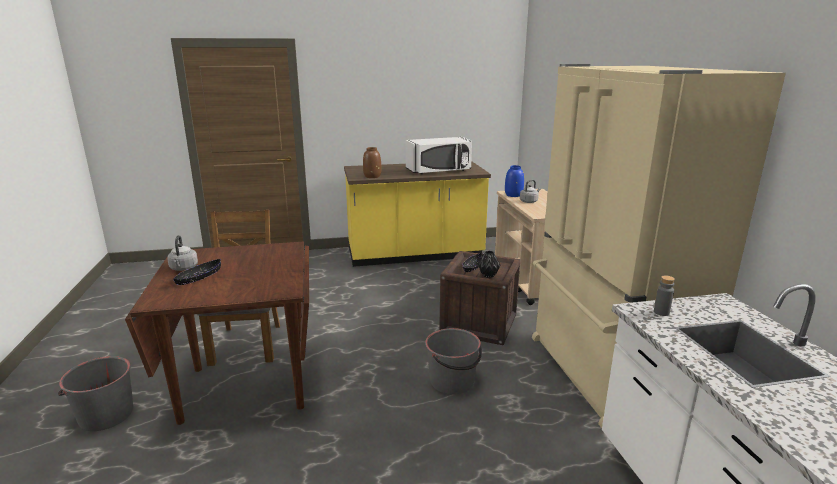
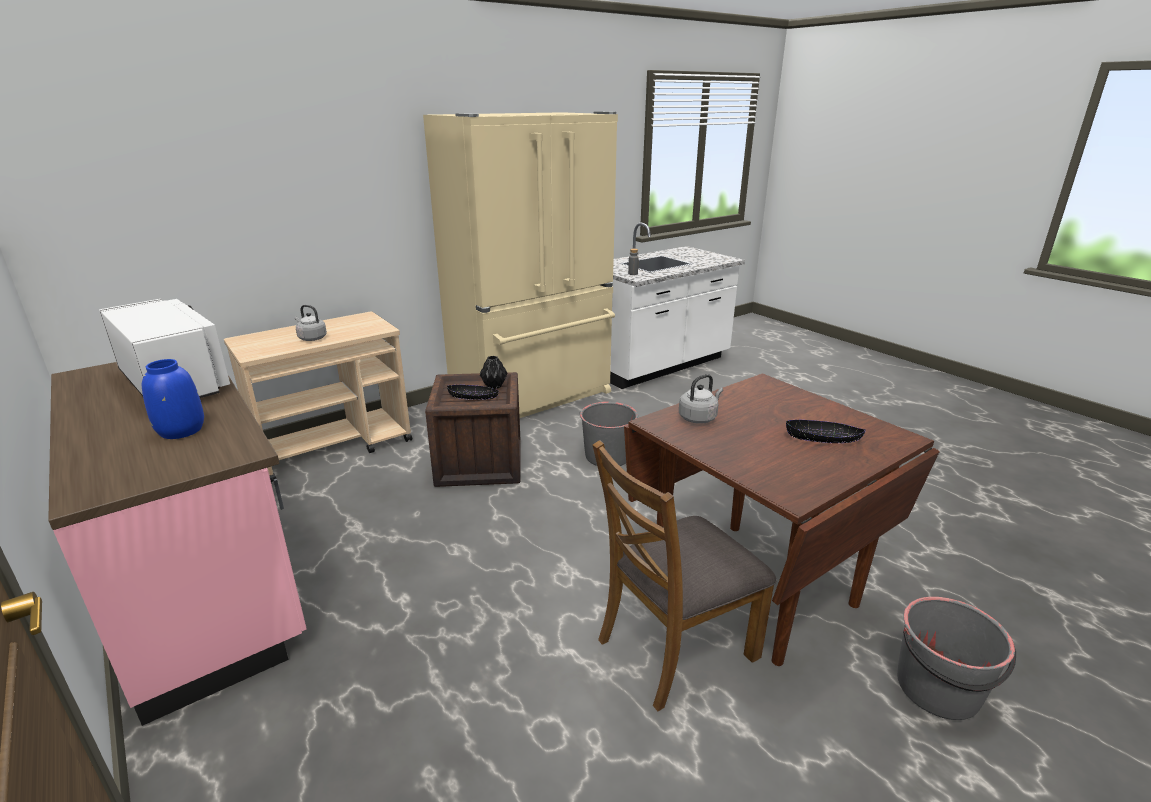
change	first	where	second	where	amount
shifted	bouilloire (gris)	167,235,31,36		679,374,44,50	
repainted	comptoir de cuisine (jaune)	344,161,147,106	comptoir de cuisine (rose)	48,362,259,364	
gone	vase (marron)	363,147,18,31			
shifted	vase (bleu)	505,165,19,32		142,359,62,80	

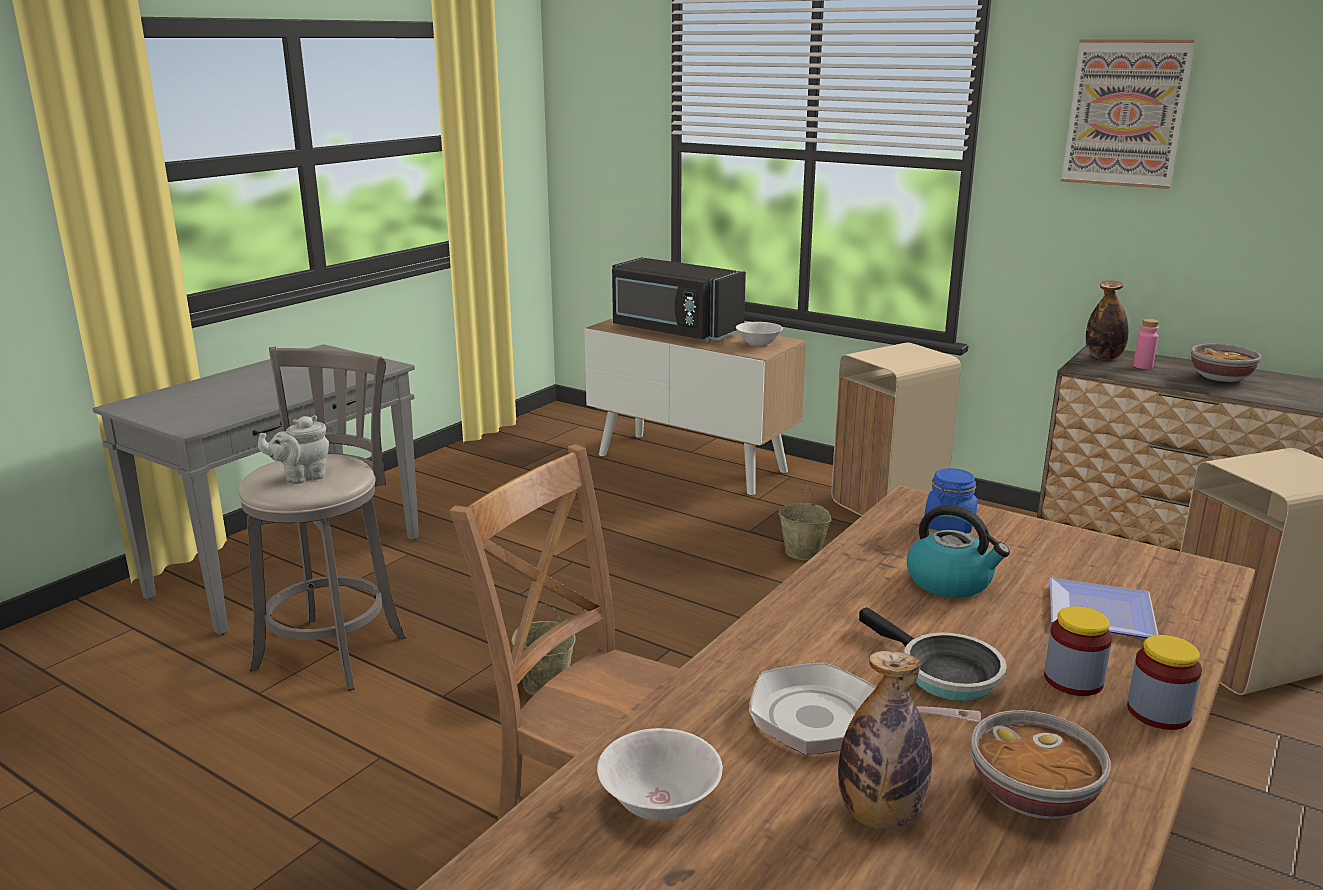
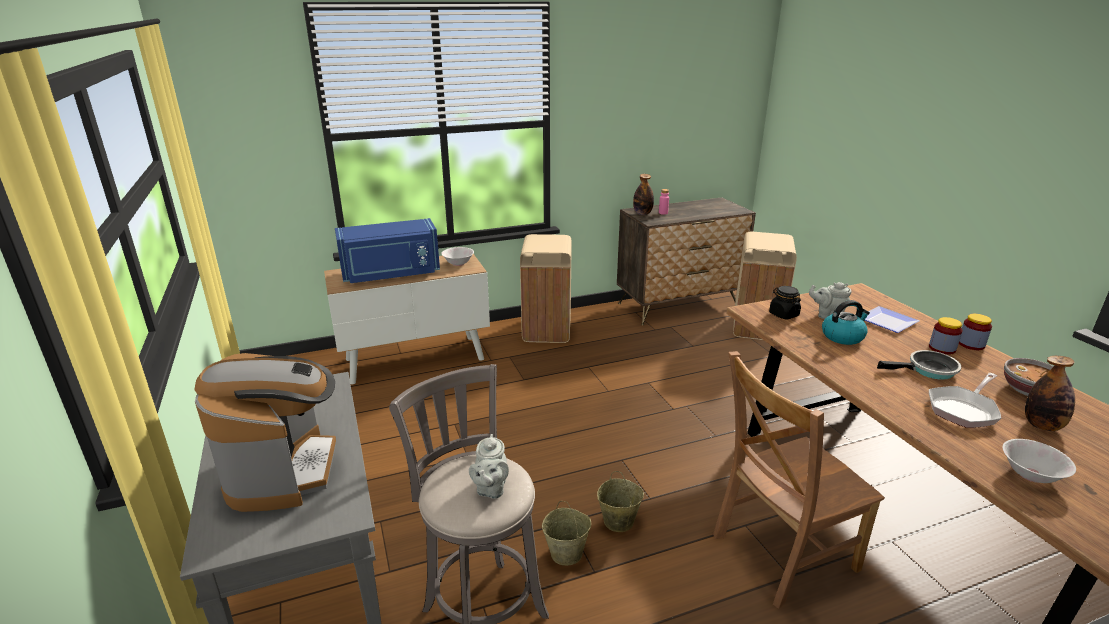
change	first	where	second	where	amount
repainted	micro-ondes (noir)	612,257,134,85	micro-ondes (bleu)	335,218,105,65	
shifted	seau (beige)	779,485,53,75		542,501,49,65	
repainted	bocal (bleu)	925,468,53,66	bocal (noir)	769,286,32,33	
gone	tableau	1061,40,134,149			
gone	bol	1191,344,70,38			
new			machine à café	195,353,141,159	
new			théière (gris)	809,282,42,37	

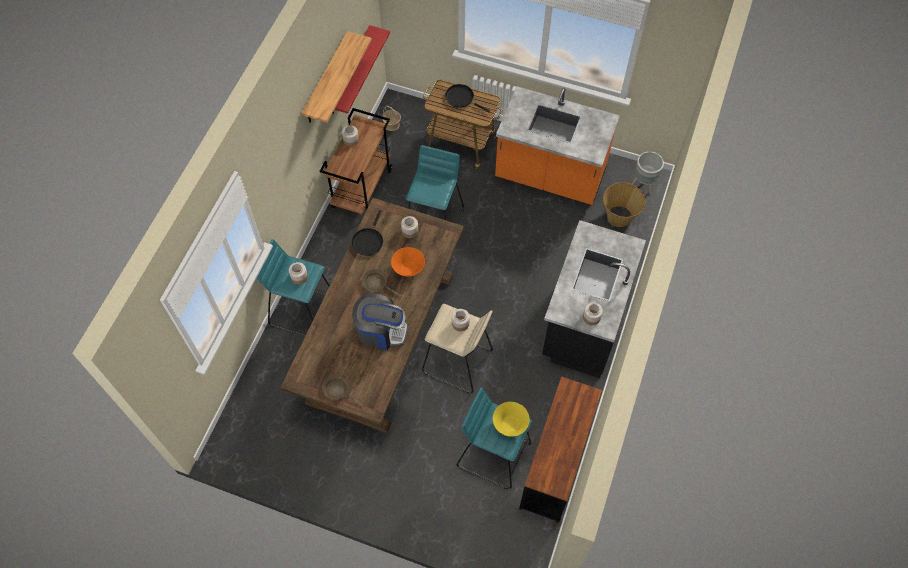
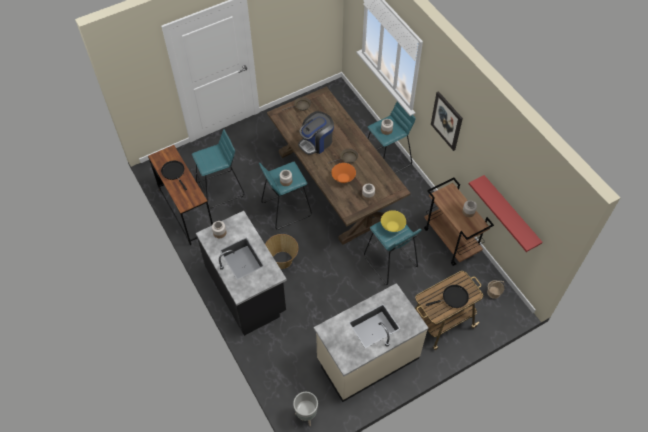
change	first	where	second	where	amount
gone	étagère	302,31,70,92			
shifted	poêle (noir)	352,210,31,46		161,160,26,30	
repainted	tabouret (beige)	422,304,71,90	tabouret (turquoise)	259,162,53,68	
shifted	bol (jaune)	493,402,37,35		381,210,25,22	
repainted	comptoir de cuisine (orange)	495,86,125,119	comptoir de cuisine (beige)	314,283,114,119	
shifted	panier	603,182,42,45		265,234,33,35	
new			tableau	431,91,32,60	

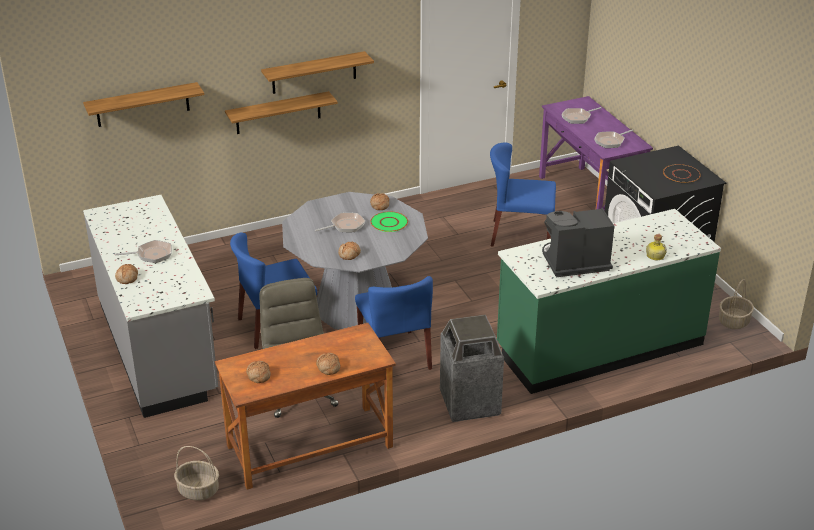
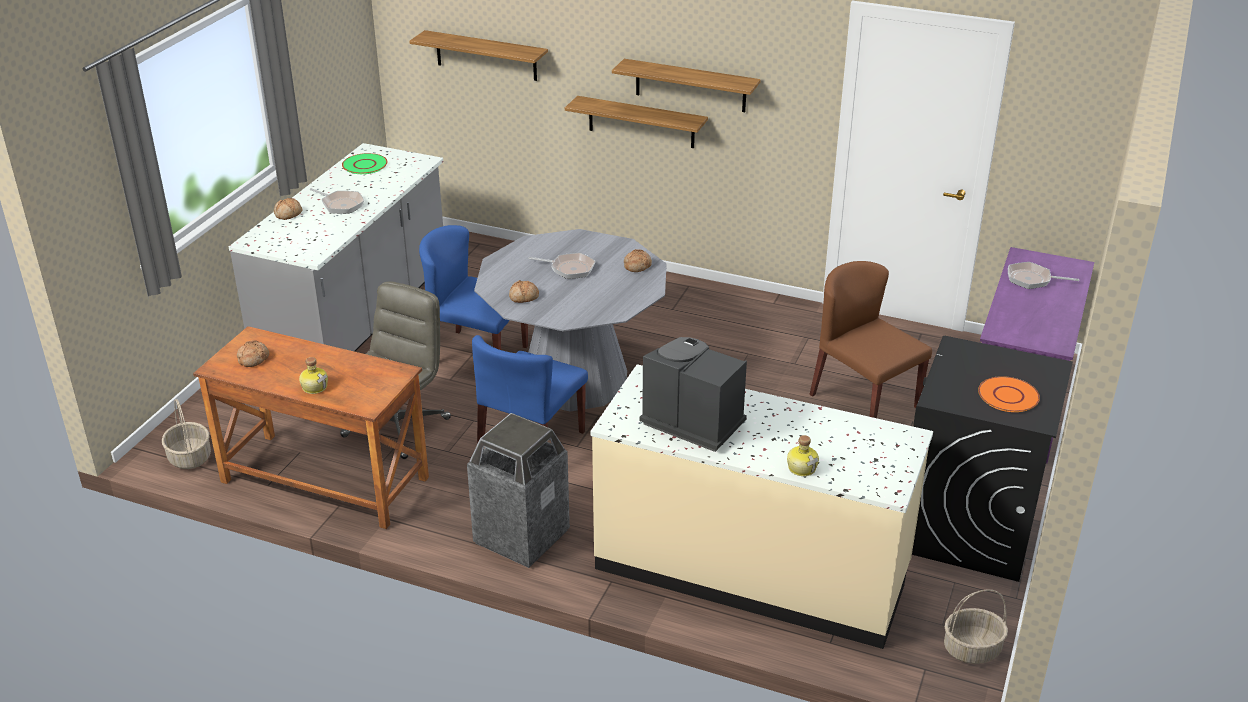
change	first	where	second	where	amount
swapped	pain	316,353,24,22	bouteille	299,357,29,37	
shifted	assiette (vert)	370,212,38,20		342,153,46,21	
repainted	chaise (bleu)	490,142,66,104	chaise (marron)	809,261,123,157	
repainted	comptoir de cuisine (vert)	497,209,224,185	comptoir de cuisine (beige)	590,364,343,285	
gone	poêle	594,129,39,19			
repainted	assiette (noir)	663,164,38,19	assiette (orange)	978,376,62,36	

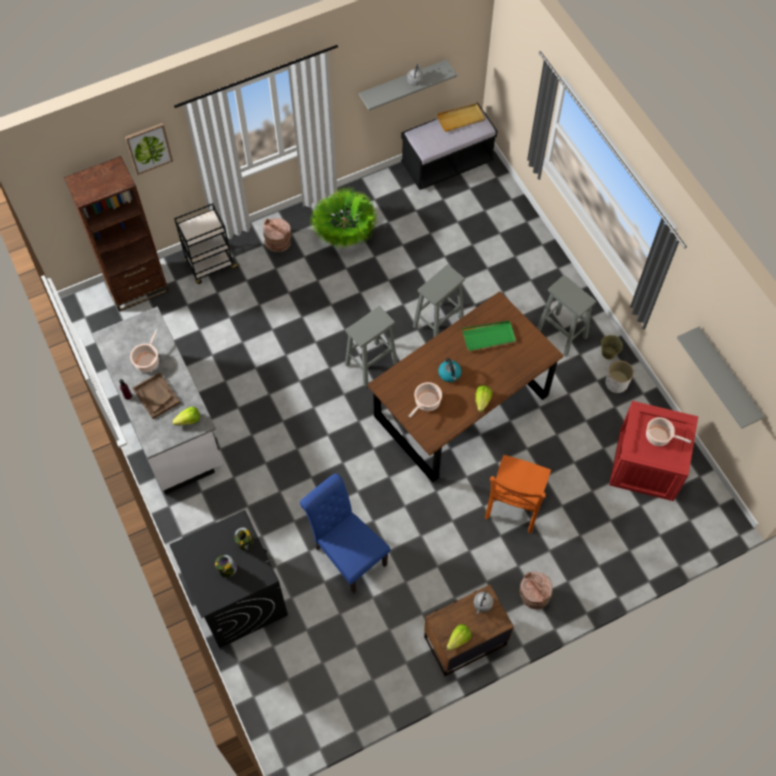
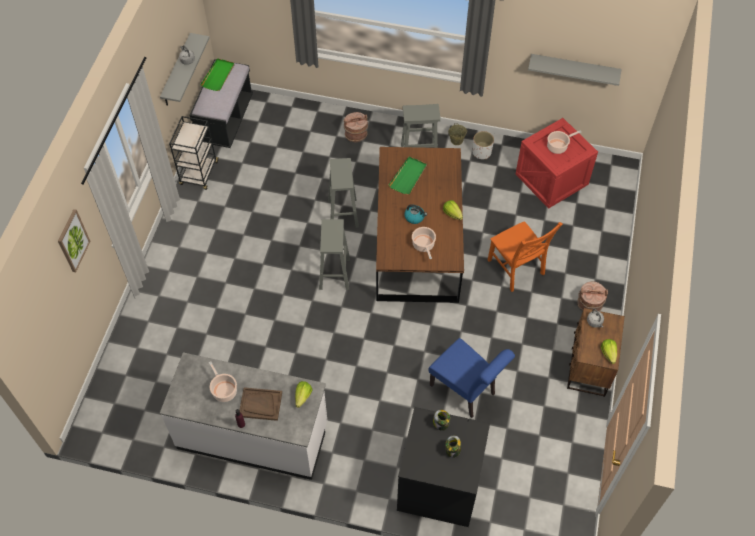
change	first	where	second	where	amount
gone	bibliothèque (marron)	64,156,105,156			
shifted	chariot (noir)	174,203,66,81		169,116,49,74	
shifted	seau (marron)	263,218,28,34		344,112,24,30	
rotated	chaise (bleu)	300,473,91,121		428,338,87,80	135 degrees counterclockwise
gone	plante en pot	310,186,69,63			
repainted	plateau (beige)	437,103,48,29	plateau (vert)	200,58,34,33	

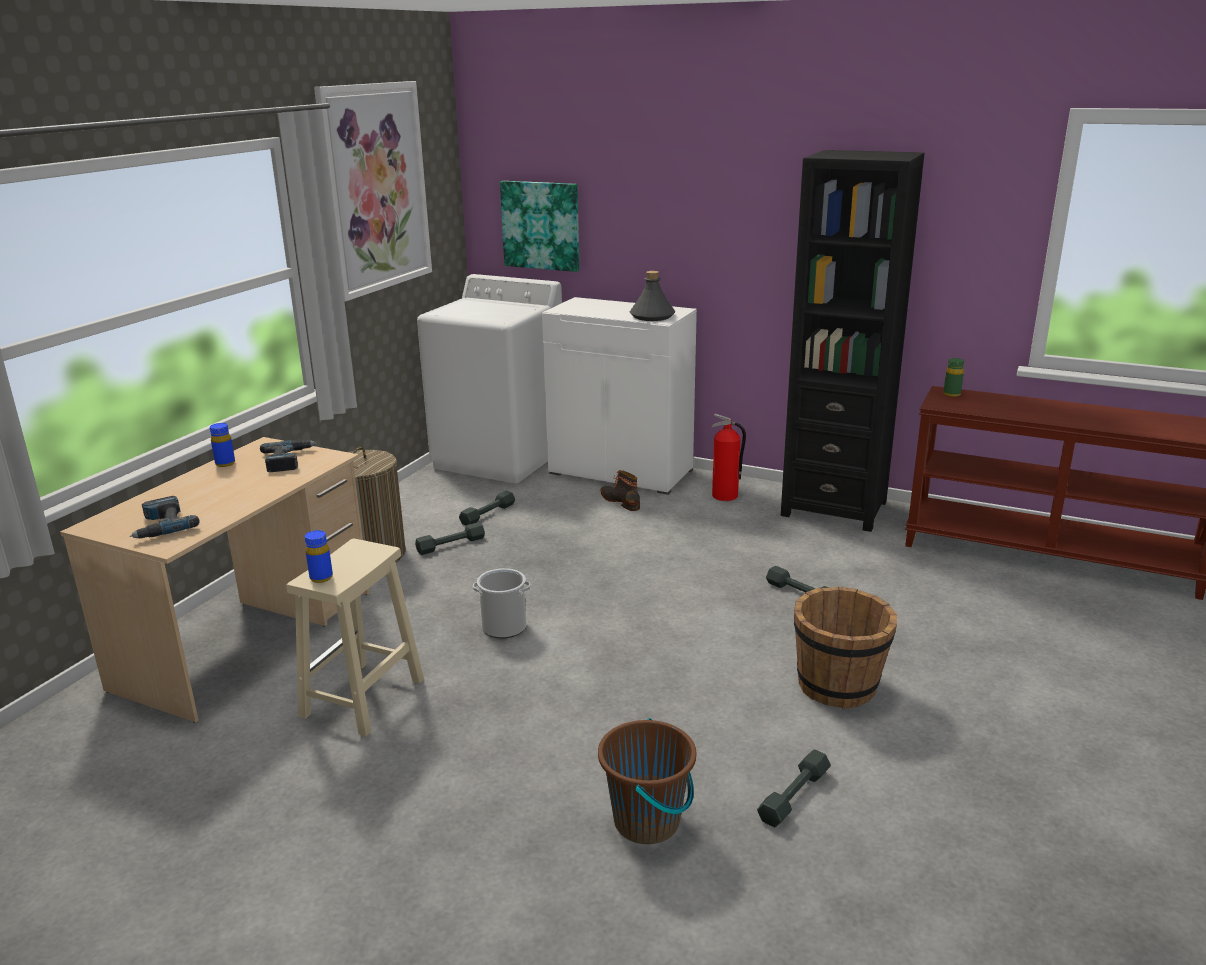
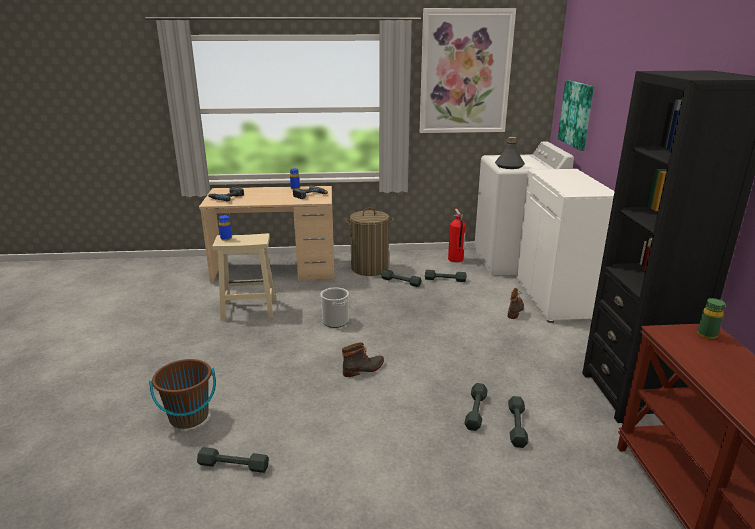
change	first	where	second	where	amount
shifted	bouteille (gris)	630,271,45,50		495,137,30,32	
shifted	extincteur	711,414,35,87		448,209,18,54	
gone	seau (marron)	794,587,103,122			
new			botte	342,343,42,34	
new			haltère (gris)	508,396,21,52	

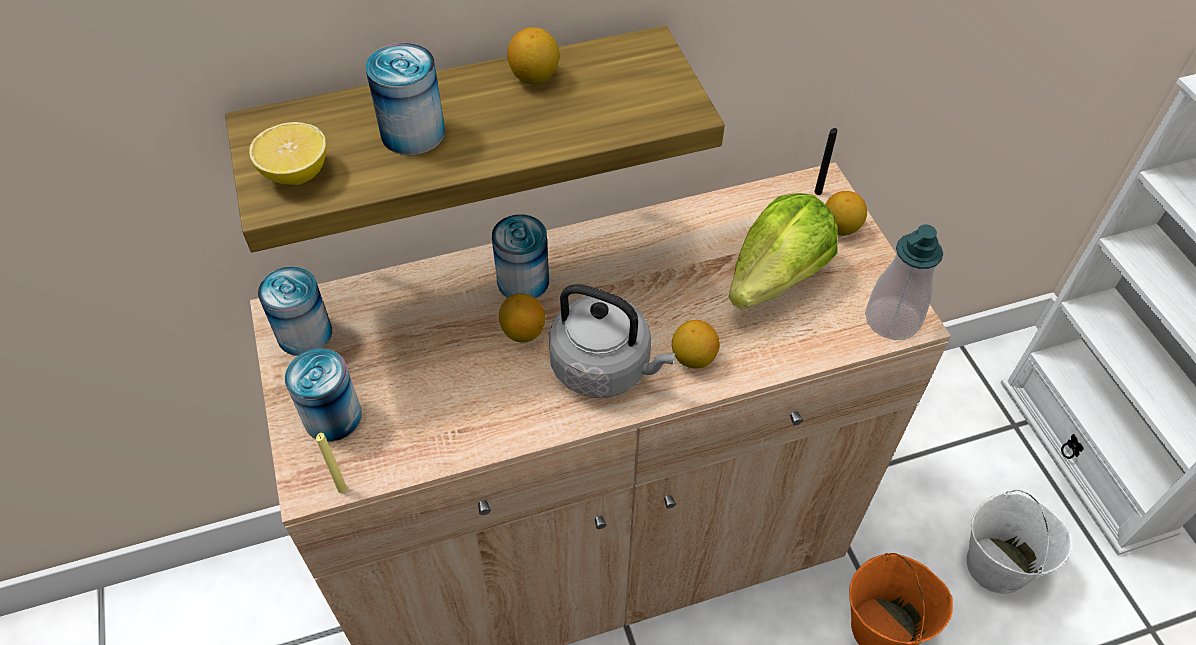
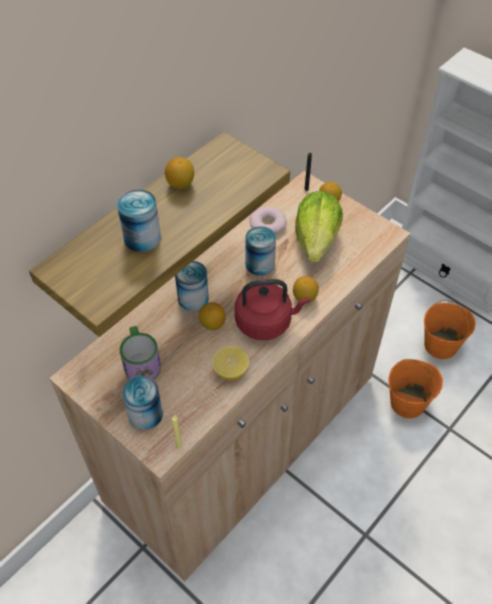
change	first	where	second	where	amount
shifted	citron	249,122,78,63		212,346,37,34	
shifted	boîte métallique	258,266,74,90		245,226,31,50	
repainted	bouilloire (gris)	549,284,126,114	bouilloire (rouge)	235,279,75,61	
gone	distributeur de savon	865,225,78,115			
repainted	seau (blanc)	966,490,106,104	seau (orange)	424,300,52,59	
new			mug	120,326,41,54	
new			beignet	250,206,37,28	

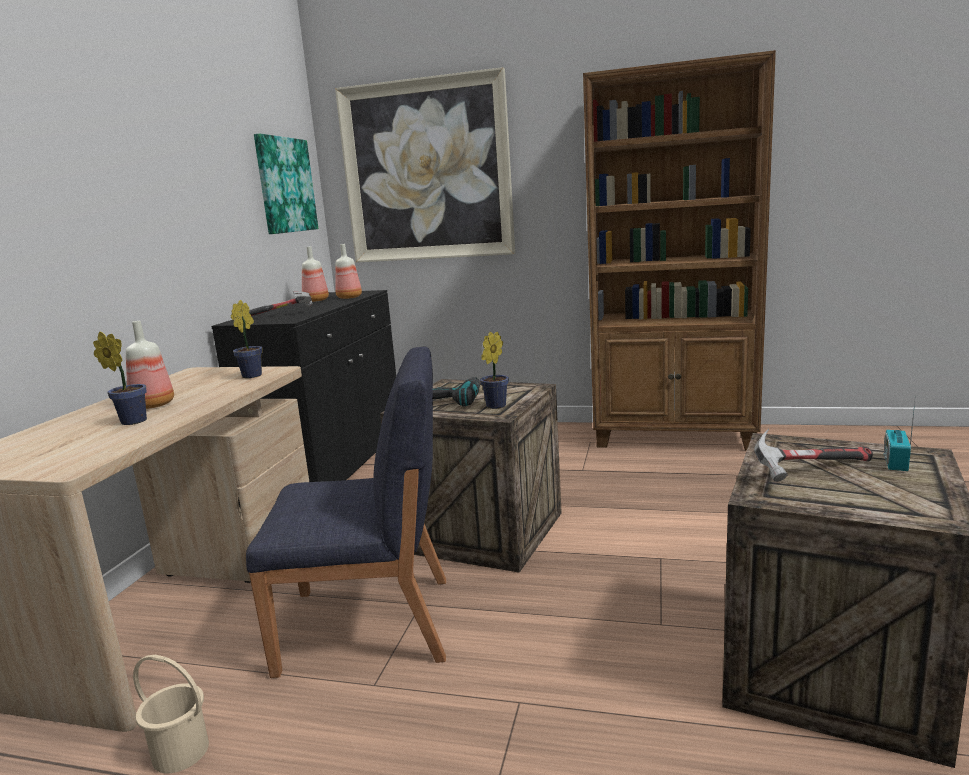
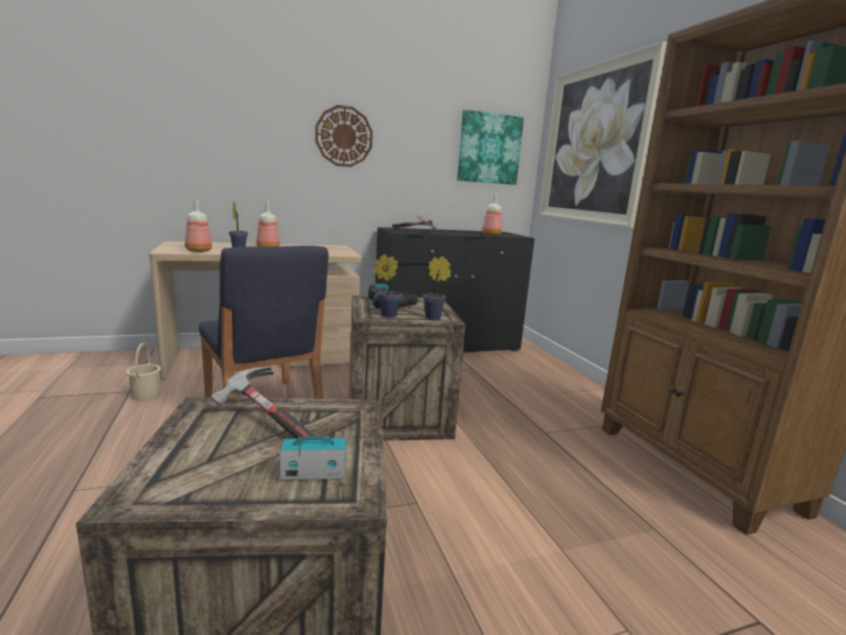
change	first	where	second	where	amount
shifted	plante en pot	230,300,32,78		423,256,28,64	
shifted	bouteille	302,247,27,55		185,199,27,53	
new			horloge murale	315,105,58,62	

